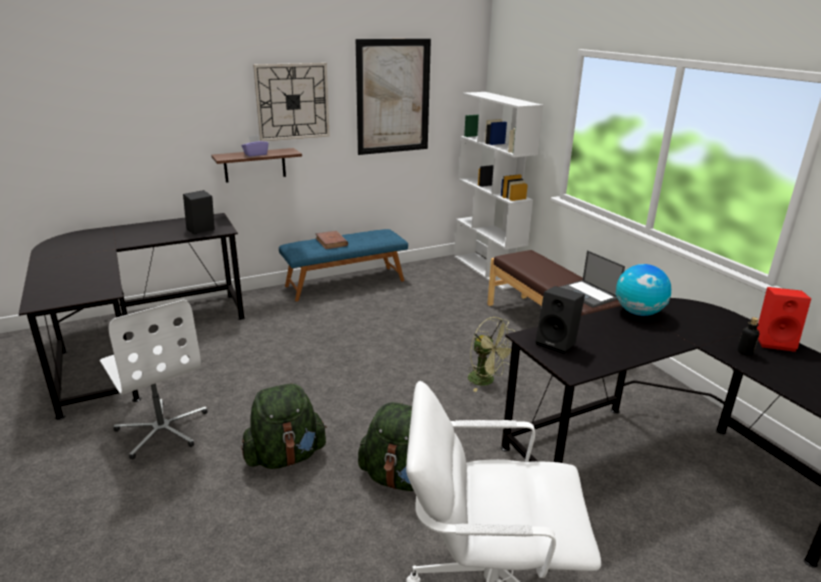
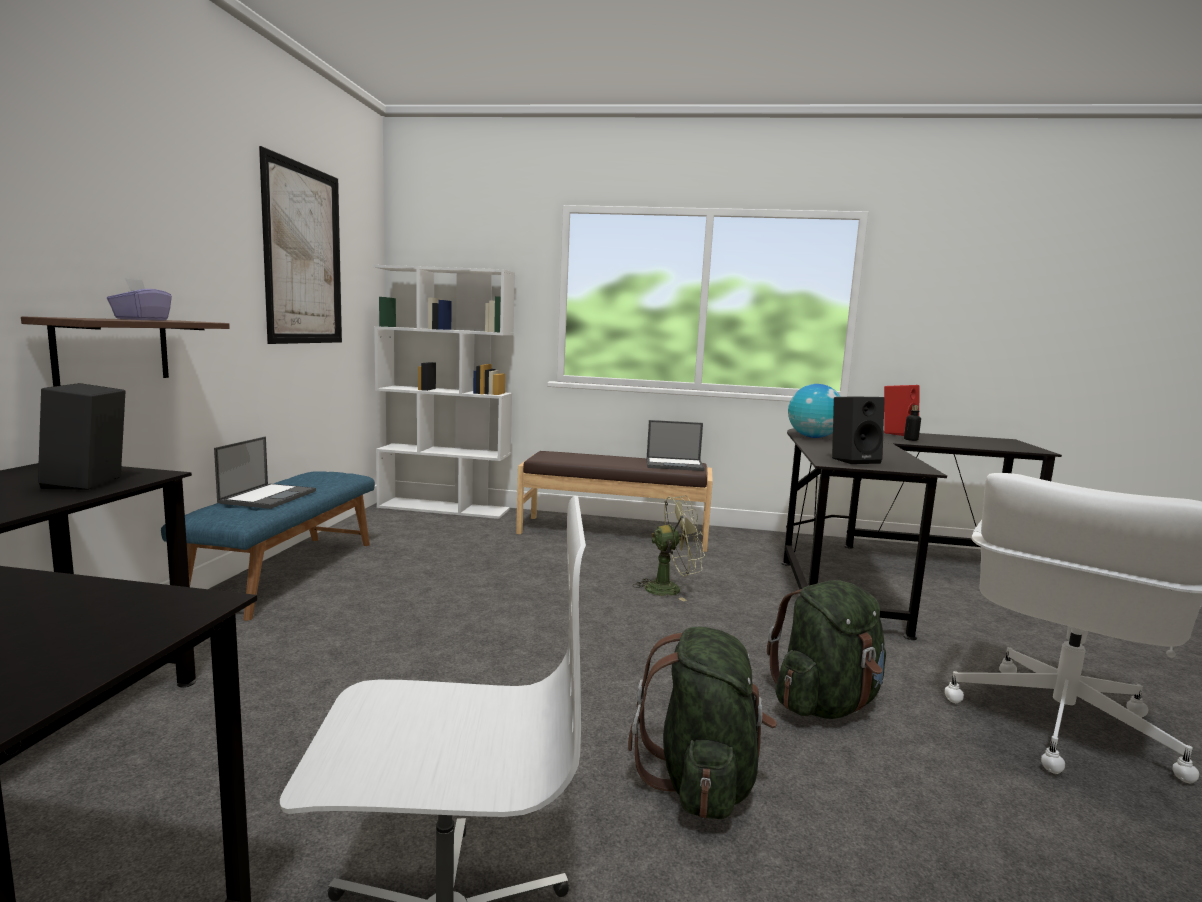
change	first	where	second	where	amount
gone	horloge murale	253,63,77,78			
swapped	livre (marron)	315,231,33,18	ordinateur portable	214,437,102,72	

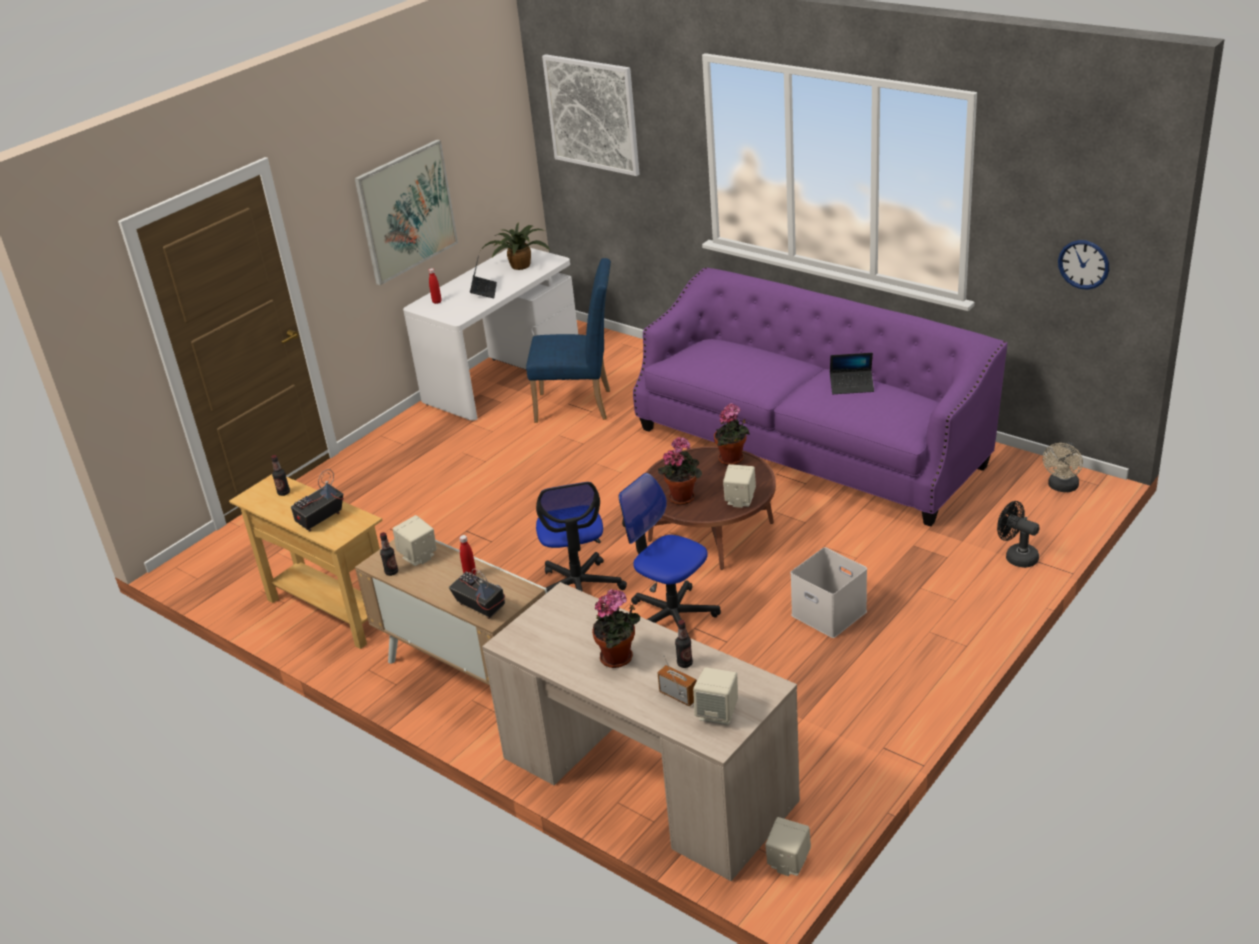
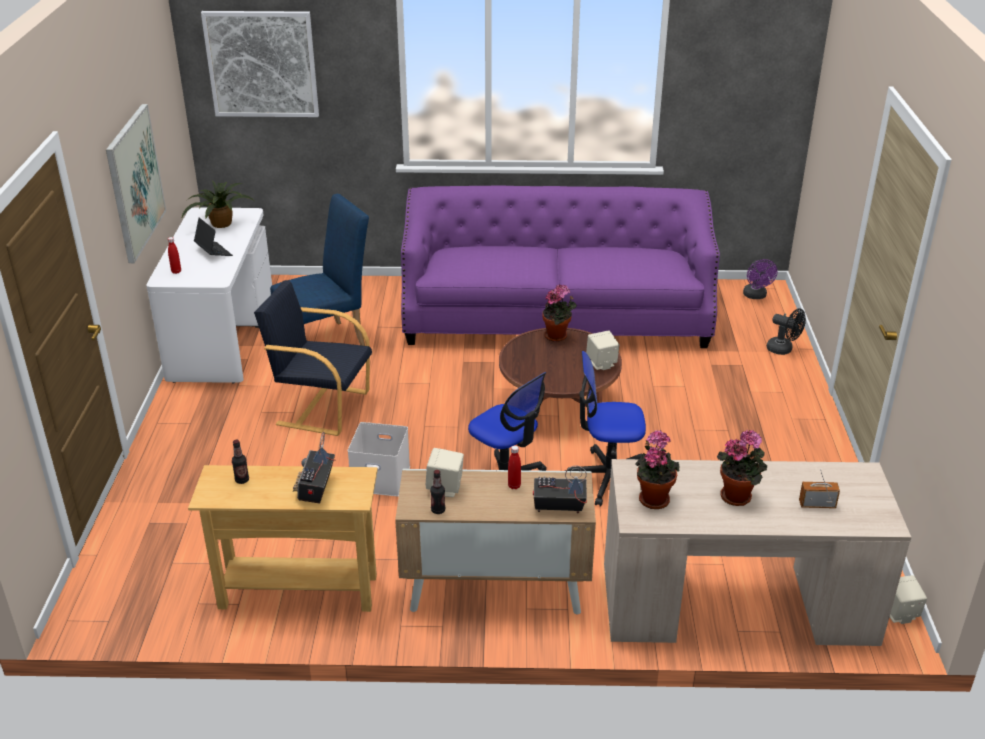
change	first	where	second	where	amount
shifted	plante en pot	658,437,44,68		635,430,45,79	
gone	bouteille	675,620,18,48			
gone	enceinte (beige)	693,667,45,59			
shifted	boîte de rangement (blanc)	790,547,77,91		348,422,62,74	
gone	ordinateur portable	830,353,44,41			
rotated	ventilateur (noir)	997,501,43,67		767,308,39,47	150 degrees counterclockwise
repainted	ventilateur (beige)	1043,443,40,49	ventilateur (violet)	743,259,35,40	
gone	horloge murale	1058,240,51,50			
new			fauteuil (noir)	254,280,118,156	

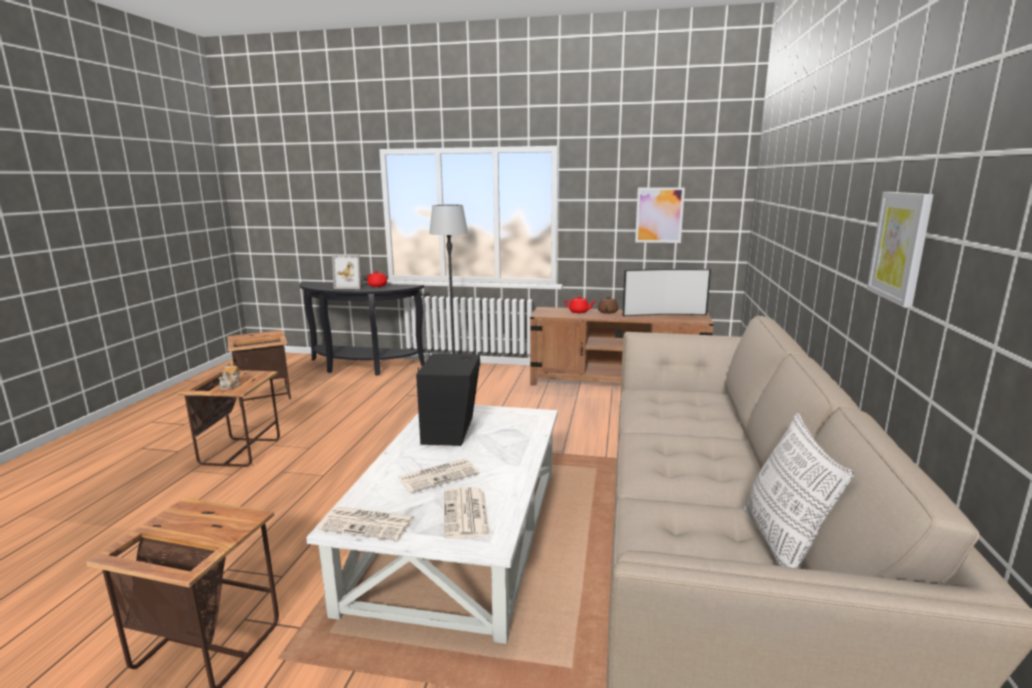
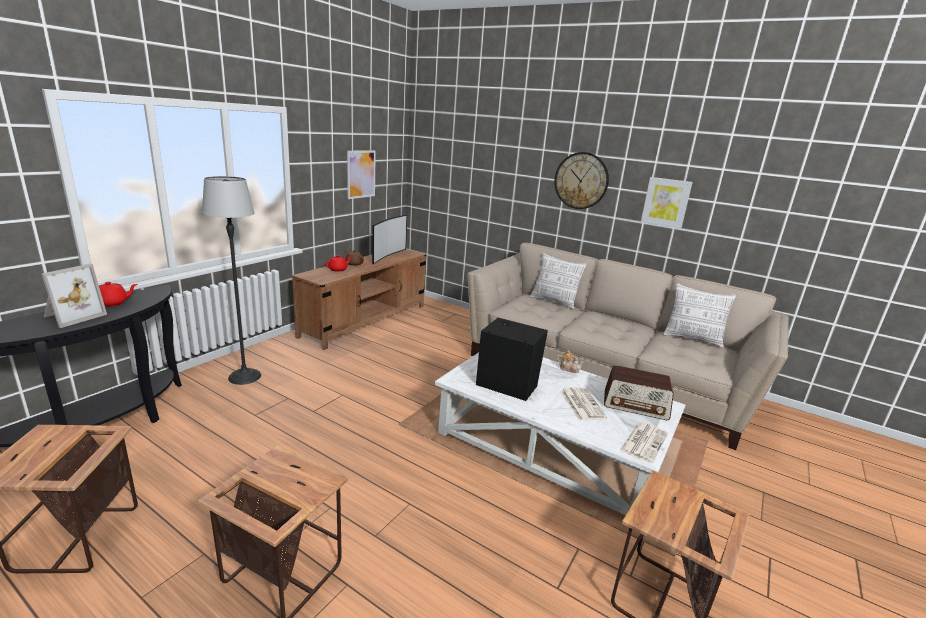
change	first	where	second	where	amount
shifted	théière	218,362,23,28		557,350,27,23	
swapped	journal	444,487,46,52	radio	604,365,70,55	
new			coussin	530,253,57,57	
new			horloge murale	554,152,55,57	

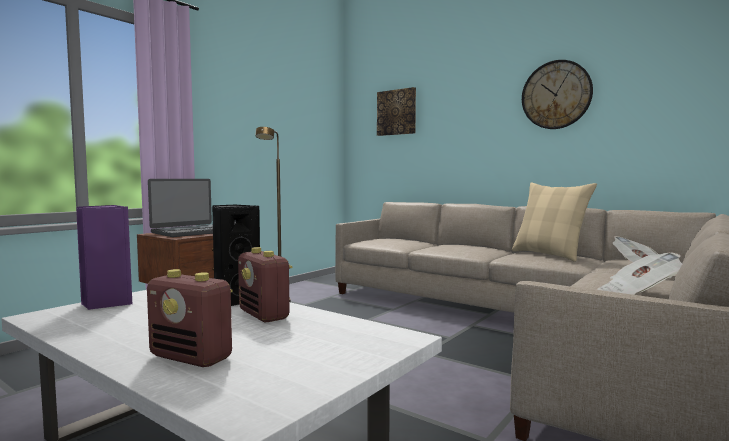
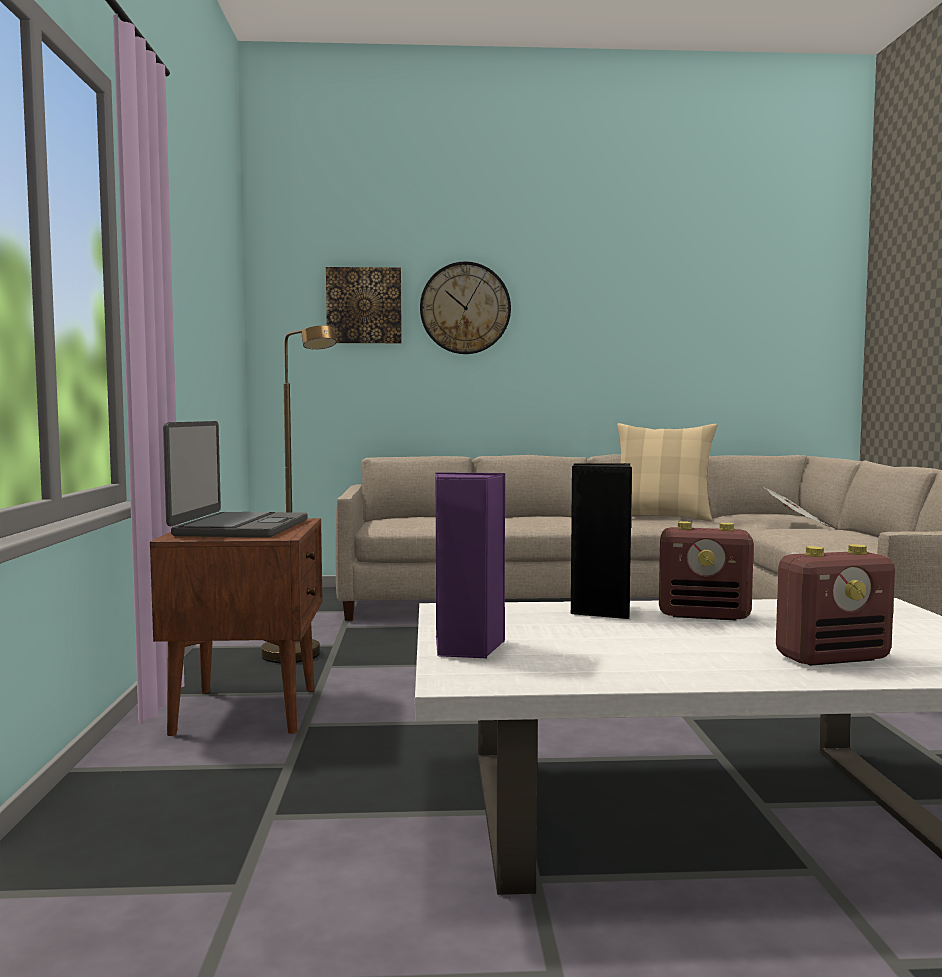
change	first	where	second	where	amount
shifted	horloge murale	522,60,71,69		420,261,91,93	
gone	journal	597,253,85,42			

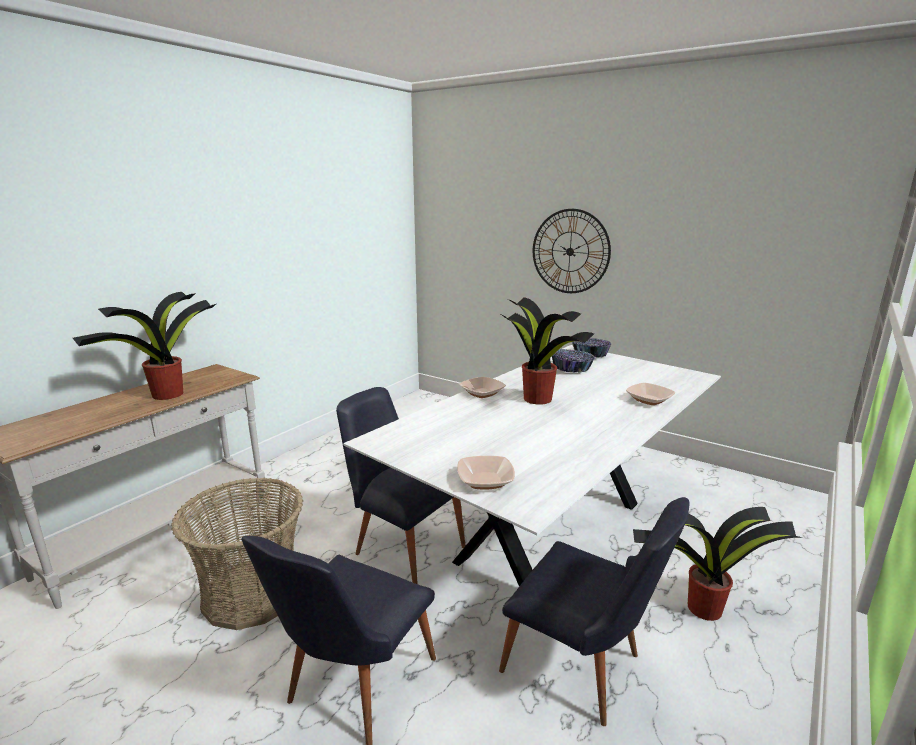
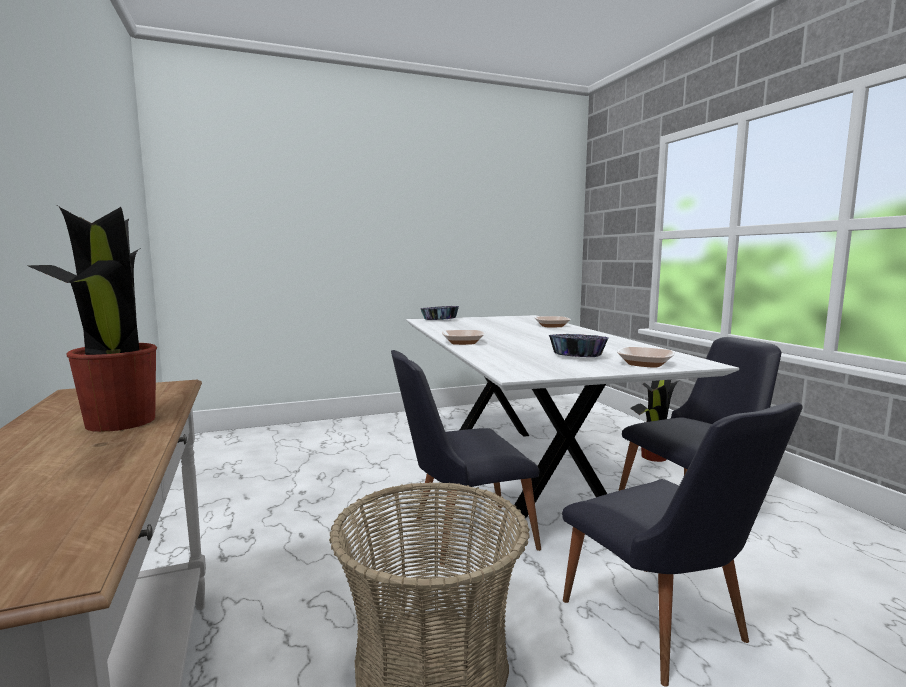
change	first	where	second	where	amount
gone	plante en pot	499,297,95,108			
gone	horloge murale	533,209,78,84			
shifted	bol	552,349,43,23		549,334,60,23	

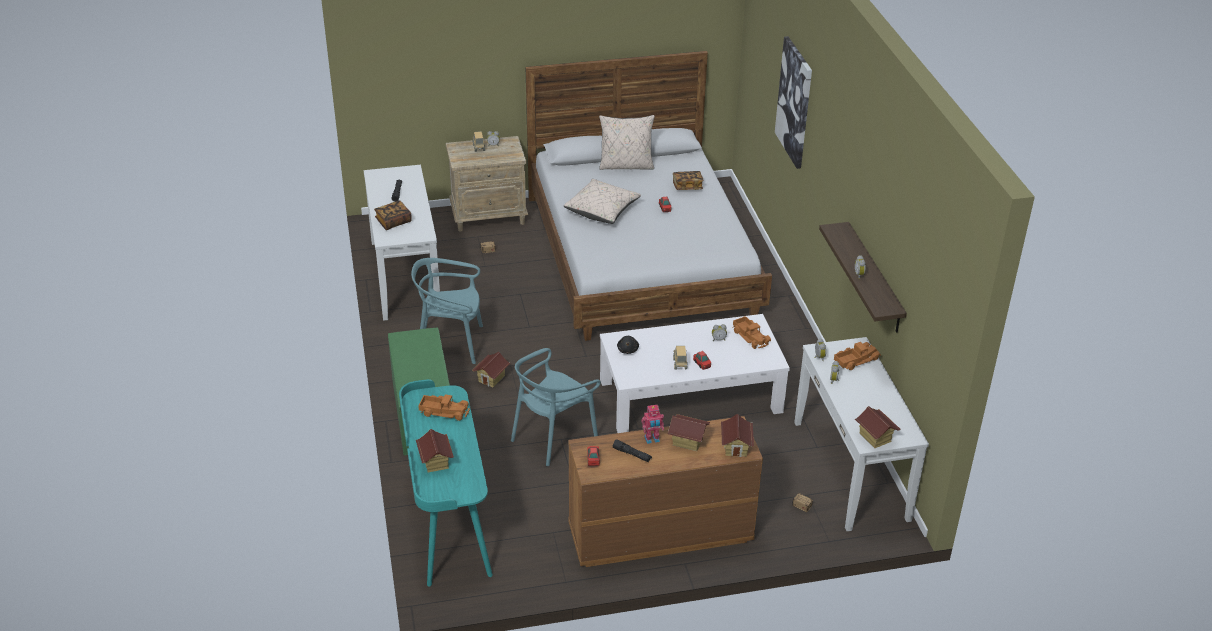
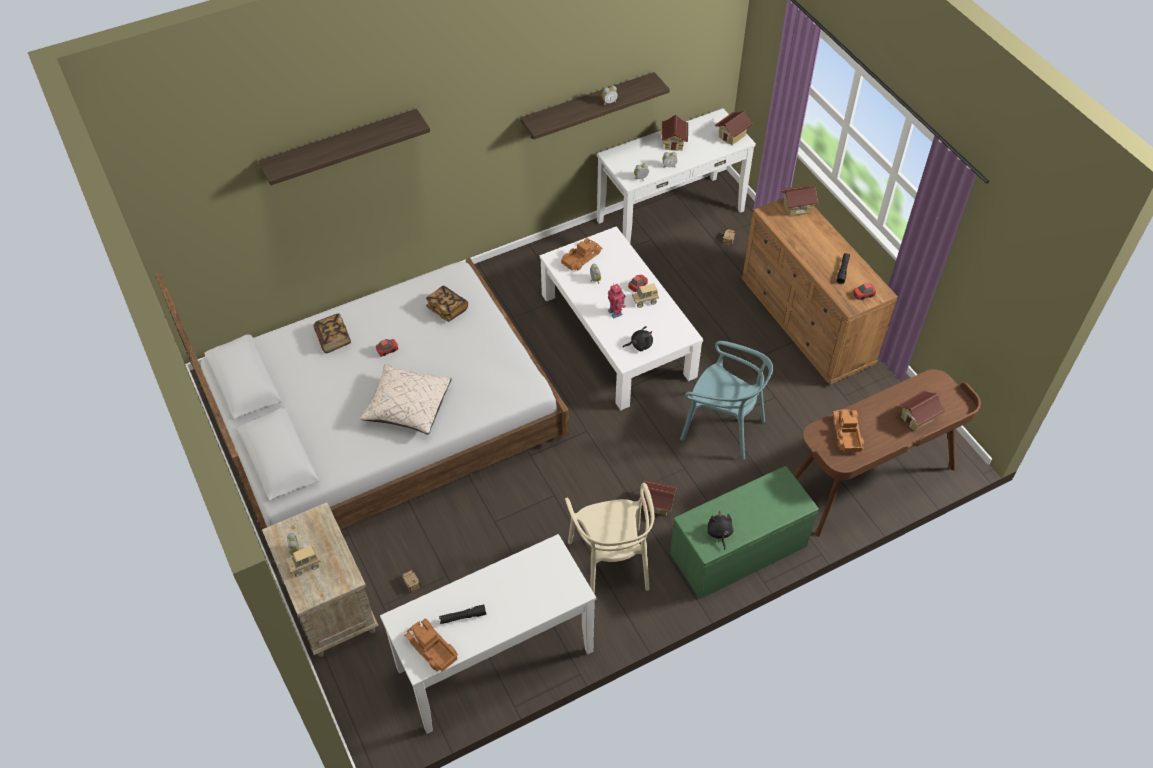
change	first	where	second	where	amount
shifted	livre	374,200,38,30		426,286,42,36	
repainted	bureau (turquoise)	399,379,94,207	bureau (marron)	793,369,188,168	
repainted	chaise (turquoise)	411,258,72,106	chaise (beige)	565,483,89,111	
gone	coussin (beige)	599,115,56,55			
shifted	robot jouet	641,405,23,39		608,283,18,36	
shifted	maison miniature	667,414,43,37		661,115,27,36	
swapped	tableau	775,36,37,133	étagère	258,109,172,77	
shifted	camion jouet	834,342,47,28		404,618,54,54	
new			peluche (noir)	708,511,25,39	

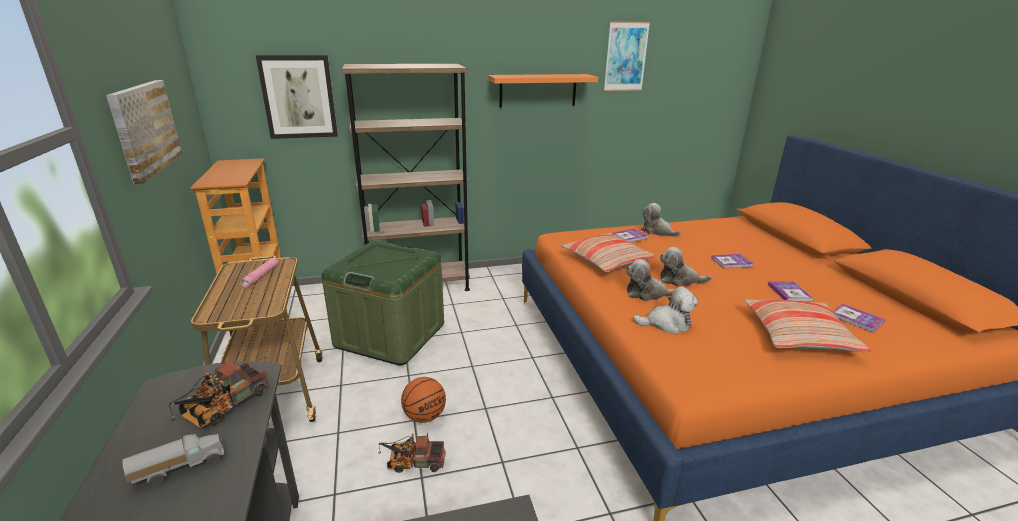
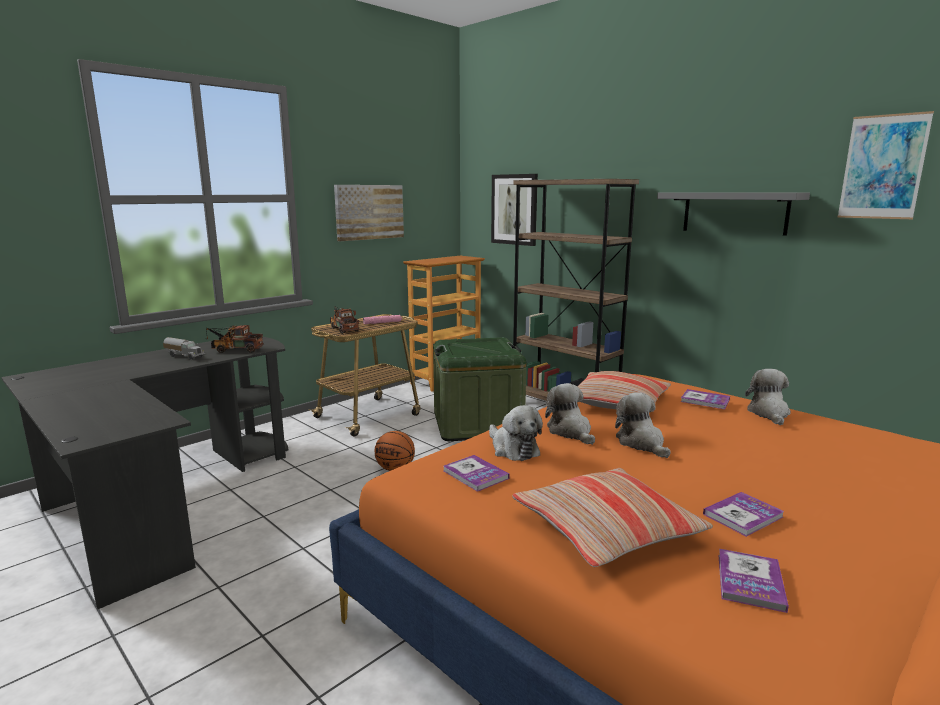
change	first	where	second	where	amount
shifted	camion jouet	378,432,68,41		330,307,29,27	
repainted	étagère (orange)	488,74,110,33	étagère (gris)	657,192,153,44	
shifted	livre	711,254,43,14		444,455,66,37	

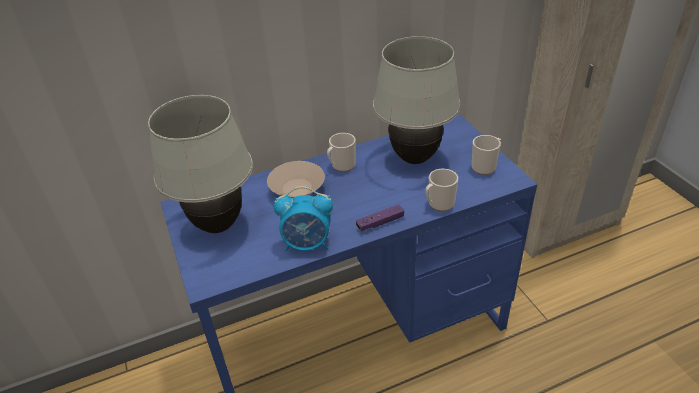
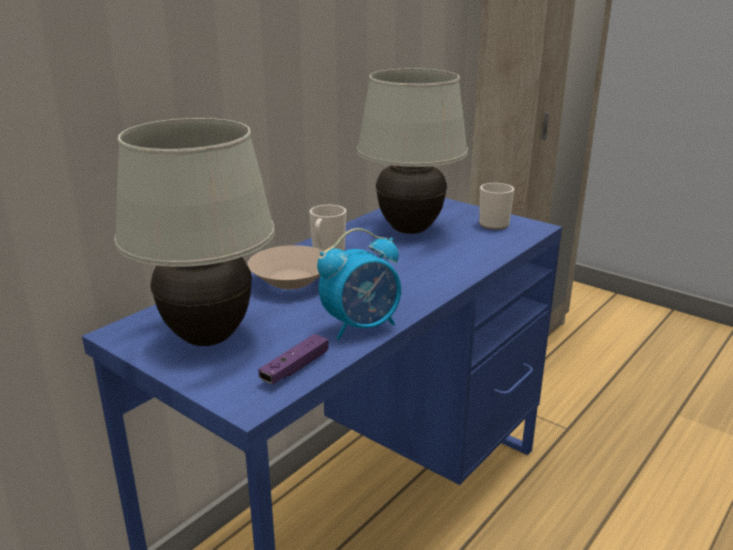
change	first	where	second	where	amount
shifted	manette (violet)	356,204,48,27		259,334,69,50	
gone	mug	425,169,33,42			

